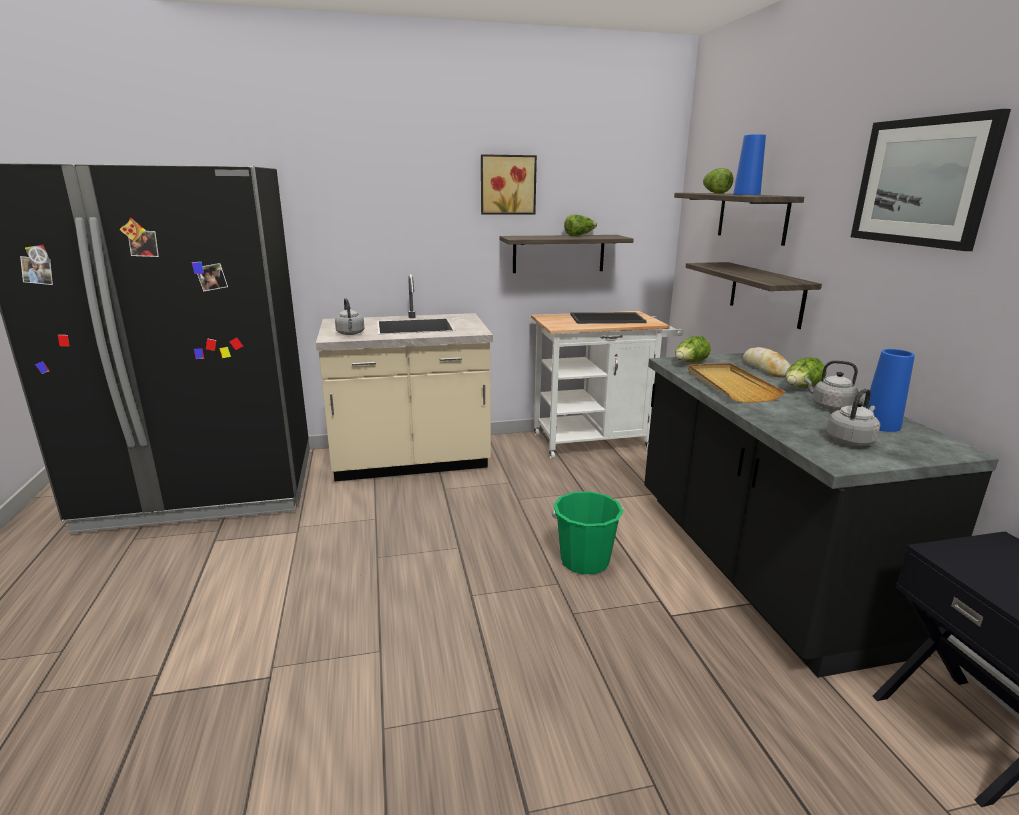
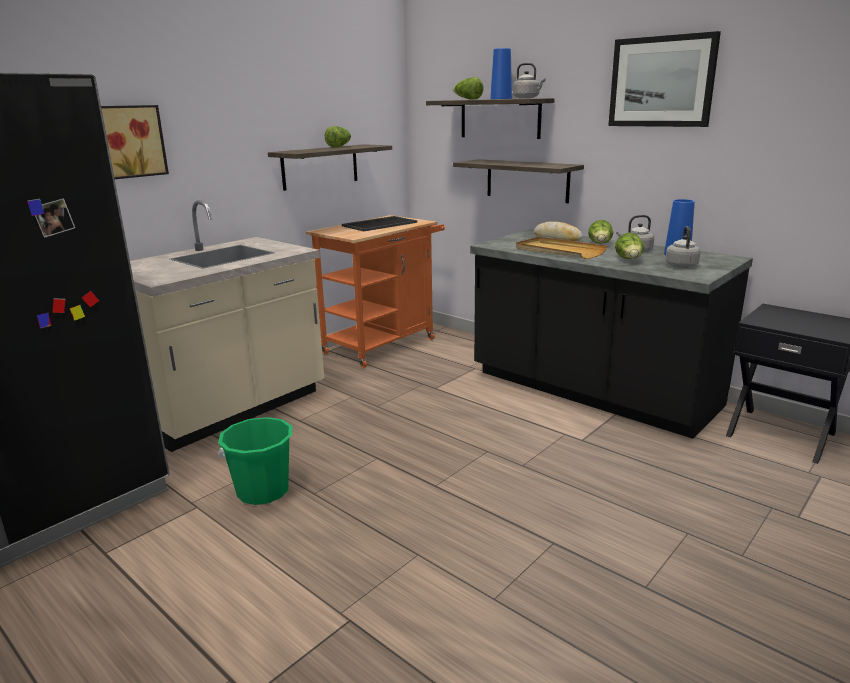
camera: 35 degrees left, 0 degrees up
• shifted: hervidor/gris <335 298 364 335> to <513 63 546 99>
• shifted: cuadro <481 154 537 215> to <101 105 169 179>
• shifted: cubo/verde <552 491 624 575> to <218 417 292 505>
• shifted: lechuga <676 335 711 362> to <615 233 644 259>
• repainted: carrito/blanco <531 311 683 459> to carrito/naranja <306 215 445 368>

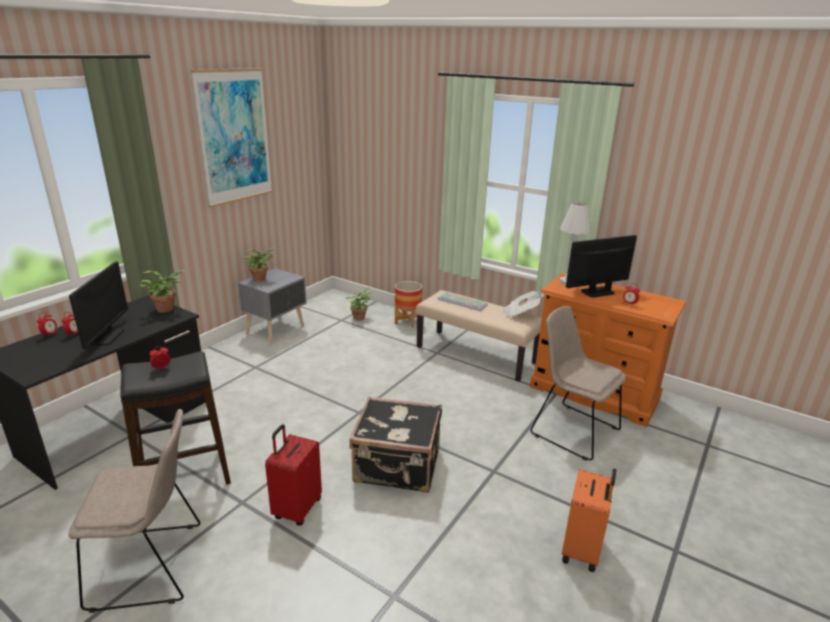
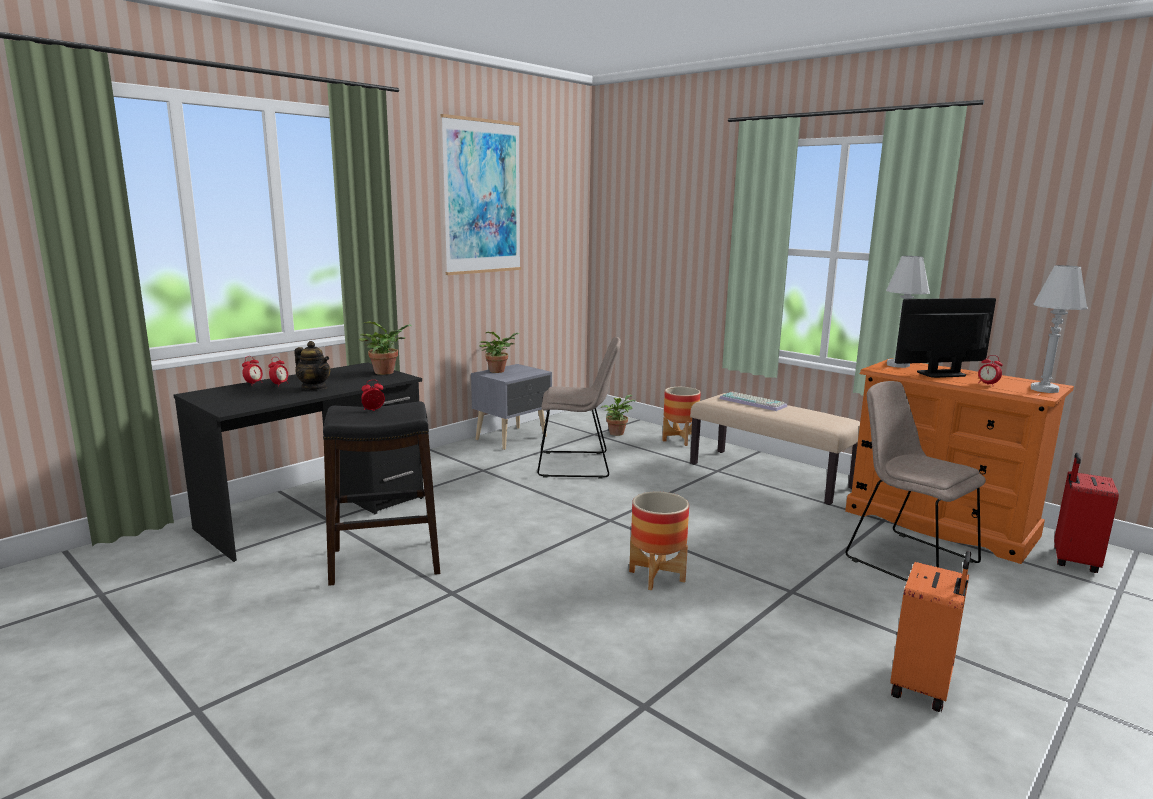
camera: 10 degrees right, 10 degrees down
• gone: periódico <500 291 543 317>
• new: lámpara de mesa/blanco <1031 265 1088 393>
• shifted: silla/beis <68 409 200 613> to <537 337 621 479>
• shifted: maleta/rojo <265 424 322 526> to <1054 453 1119 573>
• swapped: monitor <69 262 128 349> to tetera <294 341 330 390>
• swapped: maleta/negro <349 397 442 493> to maceta <629 492 689 590>

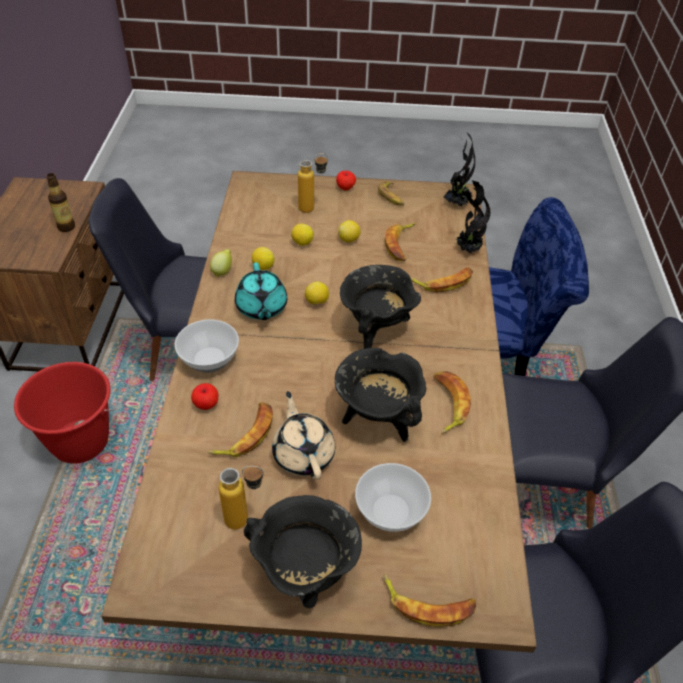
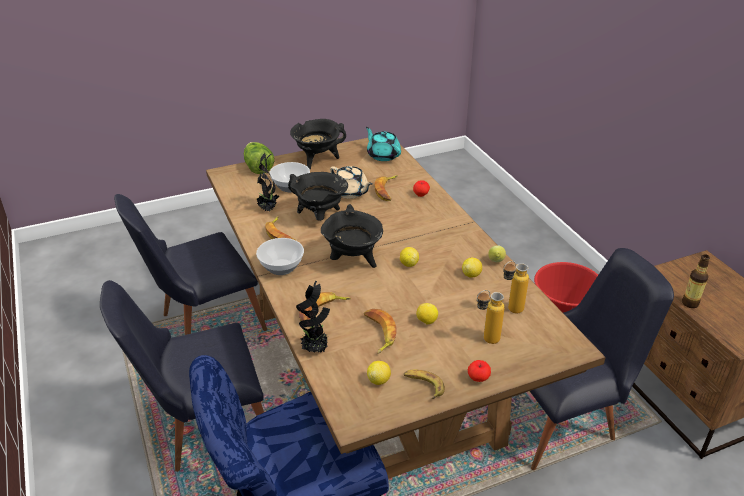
camera: 155 degrees right, 10 degrees down
• shifted: cuenco <175 319 239 373> to <256 238 304 275>
• shifted: botella <219 465 264 529> to <503 261 529 313>
• shifted: tetera/turquesa <235 263 287 320> to <366 127 401 161>
• shifted: limón <291 224 314 246> to <367 361 391 385>
• shifted: planta en maceta <443 133 475 206> to <257 153 280 211>
• swapped: plátano <384 574 476 627> to lechuga <244 142 274 174>

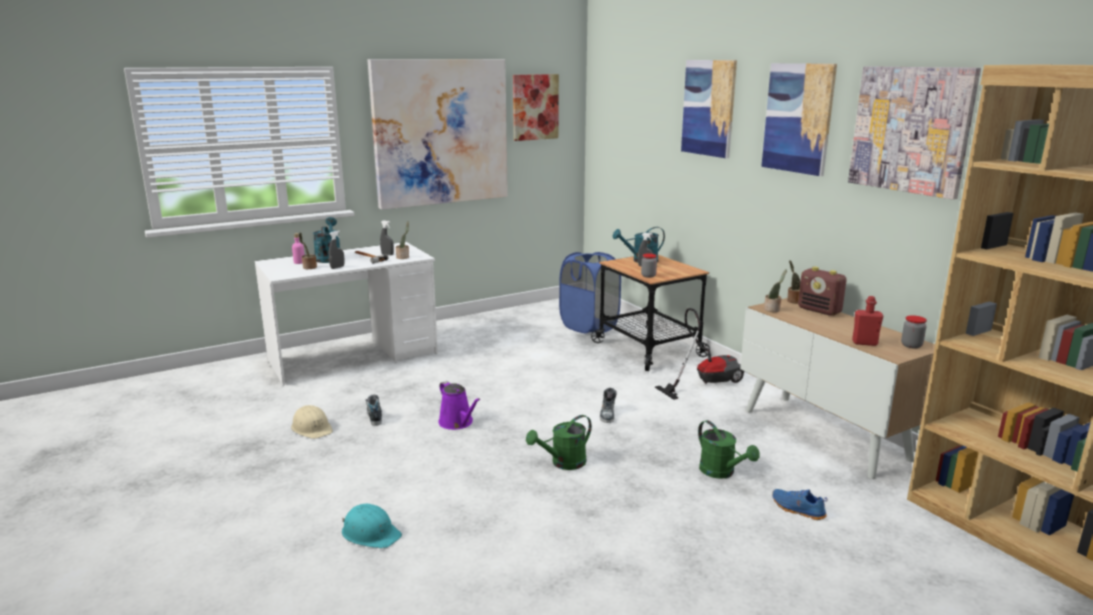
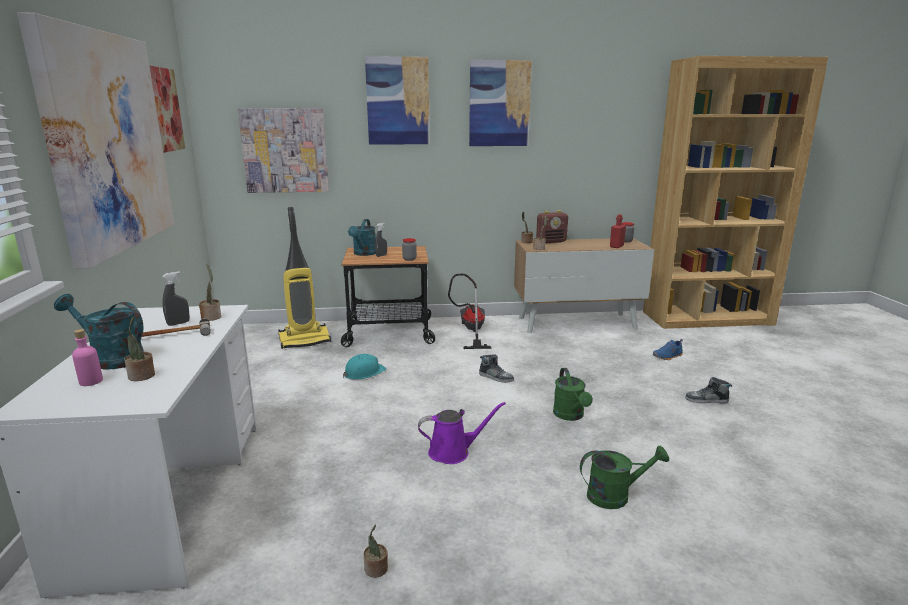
camera: 65 degrees left, 0 degrees up
• gone: pulverizador/gris <329 231 344 269>
• shifted: casco/turquesa <342 504 402 549> to <343 354 386 380>
• shifted: zapato <365 394 382 426> to <685 377 732 404>
• shifted: regadera/verde <698 420 760 479> to <580 445 669 509>
• shifted: cuadro <848 66 981 199> to <238 108 329 193>
• swapped: casco/beis <291 405 333 439> to planta en maceta <364 524 388 578>
• swapped: cesto de la ropa/azul <559 252 621 333> to aspiradora <278 207 331 349>

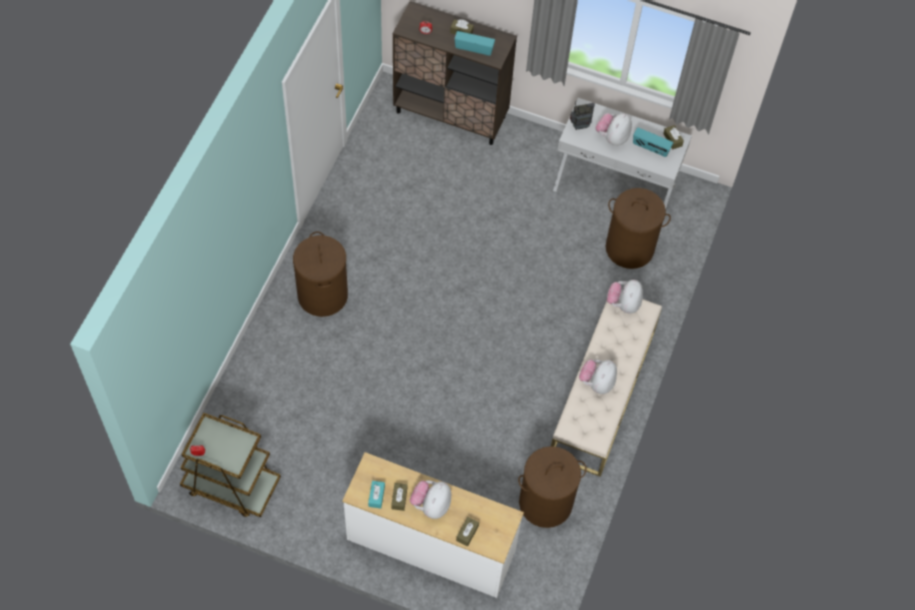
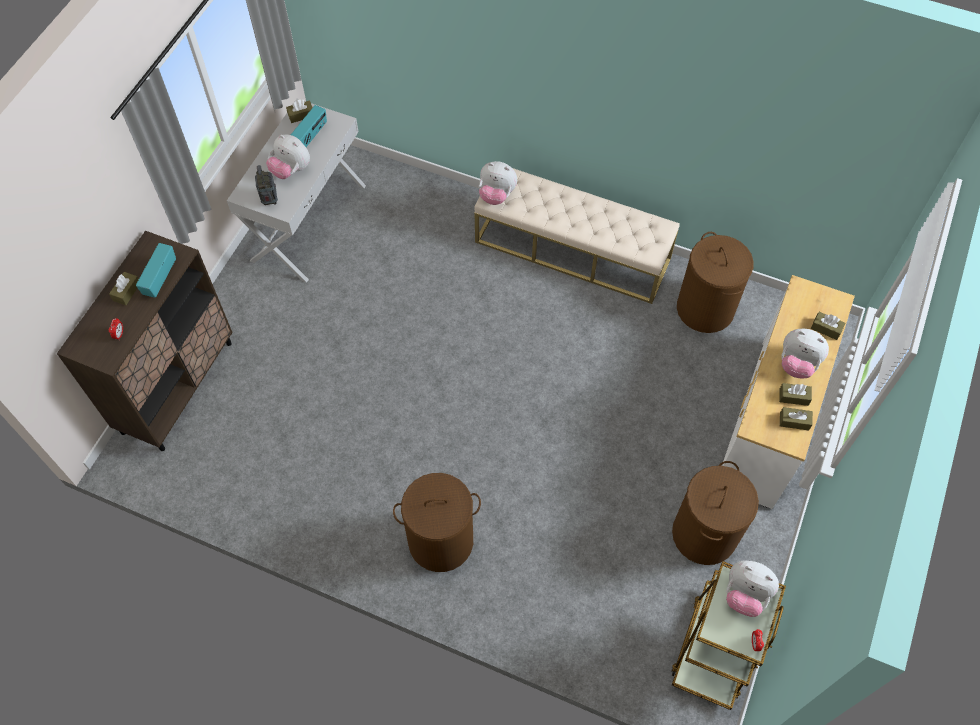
camera: 85 degrees left, 0 degrees up
• shifted: peluche <579 359 617 394> to <726 560 779 617>
• shifted: cesto de la ropa/marrón <606 188 671 269> to <672 461 759 565>
• repainted: caja de pañuelos/turquesa <368 481 385 508> to caja de pañuelos/marrón <780 407 813 430>

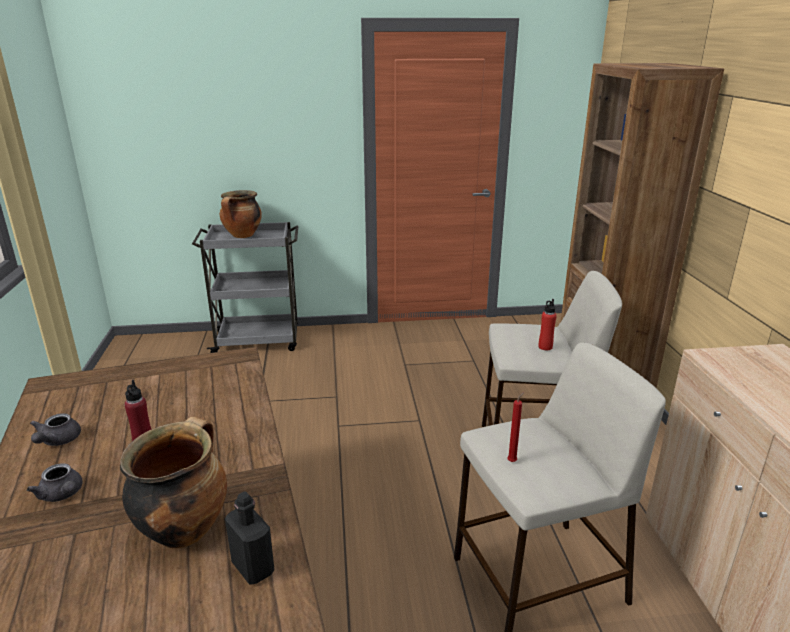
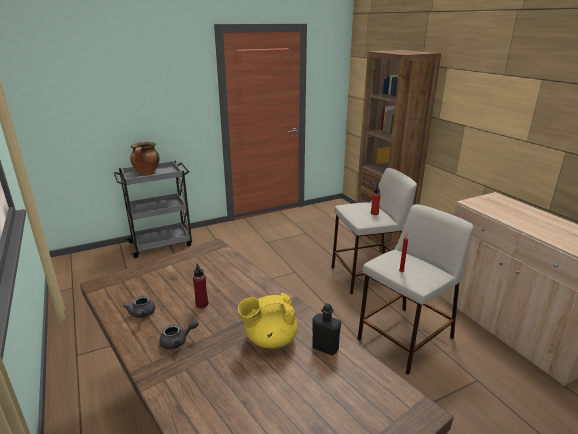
camera: 20 degrees left, 0 degrees up
• swapped: olla <120 417 227 548> to tetera/amarillo <238 293 298 349>
• rotated: tetera/gris <27 463 83 502> = <159 319 199 349> 45 degrees counterclockwise

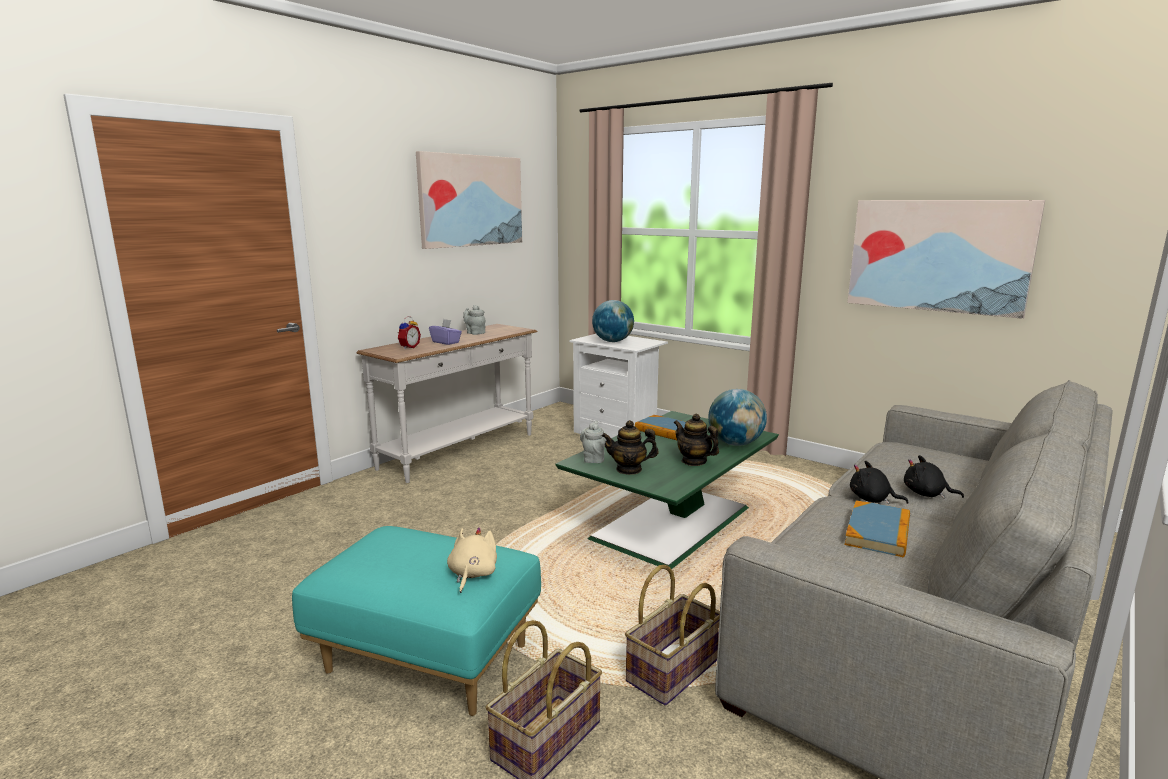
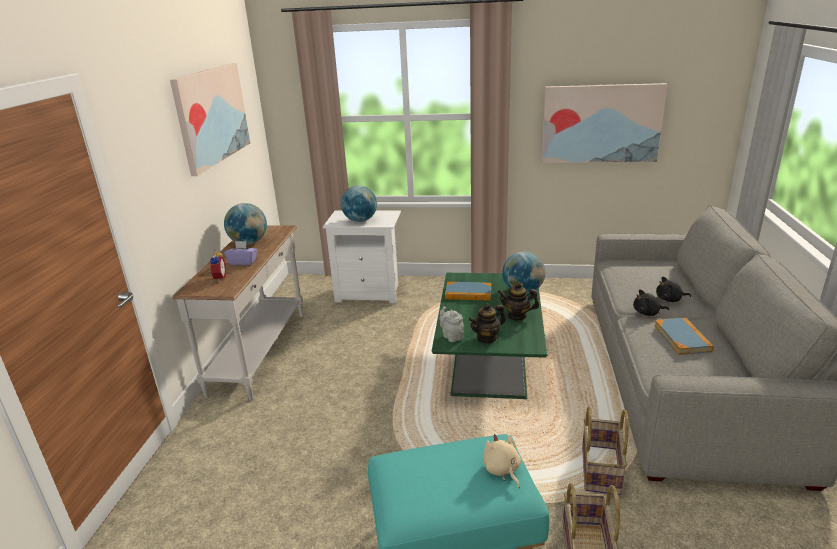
camera: 30 degrees left, 10 degrees up
• swapped: tetera/gris <463 305 486 335> to globo terráqueo <224 203 267 245>

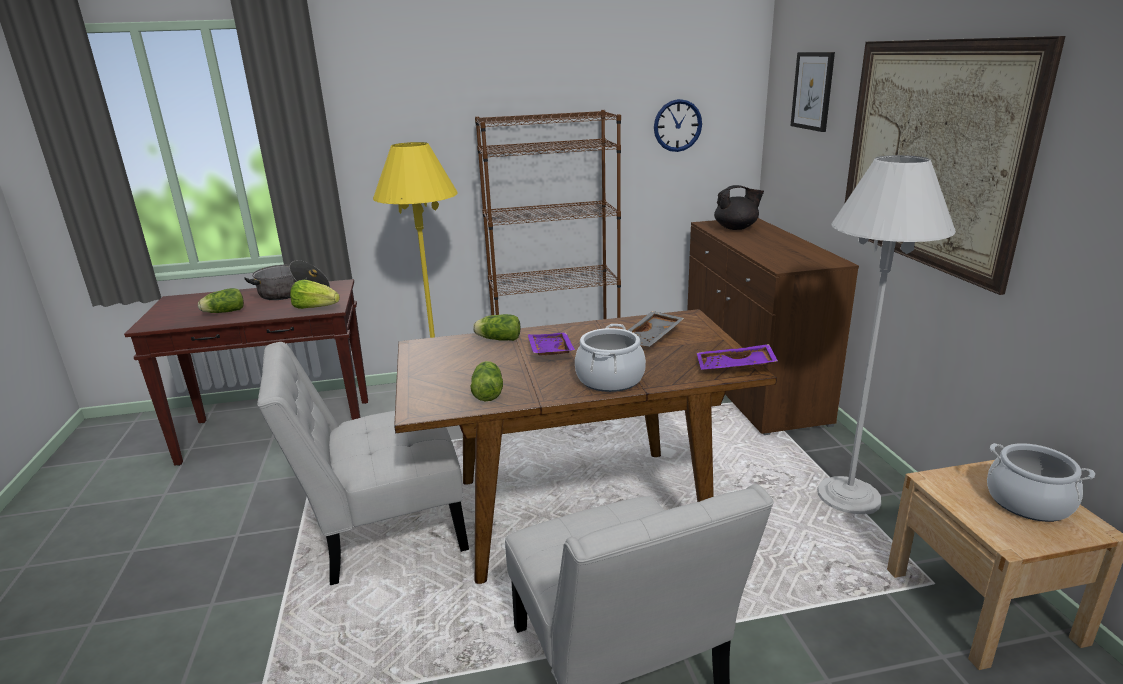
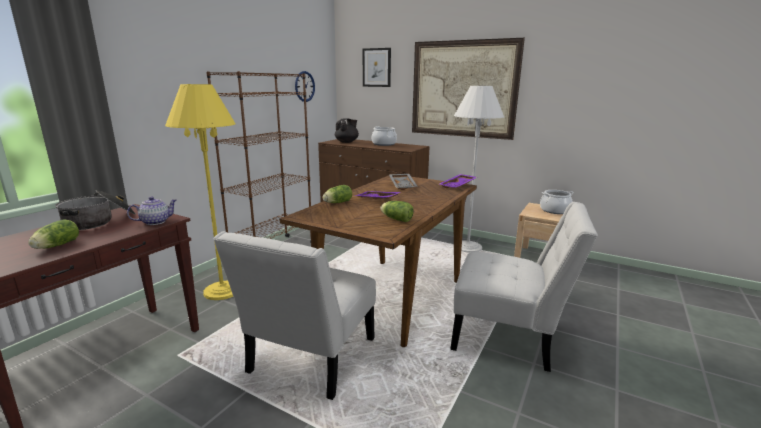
camera: 50 degrees left, 5 degrees down
• shifted: olla <575 324 646 392> to <372 126 397 146>
• swapped: lechuga <290 280 340 309> to tetera <127 196 177 225>

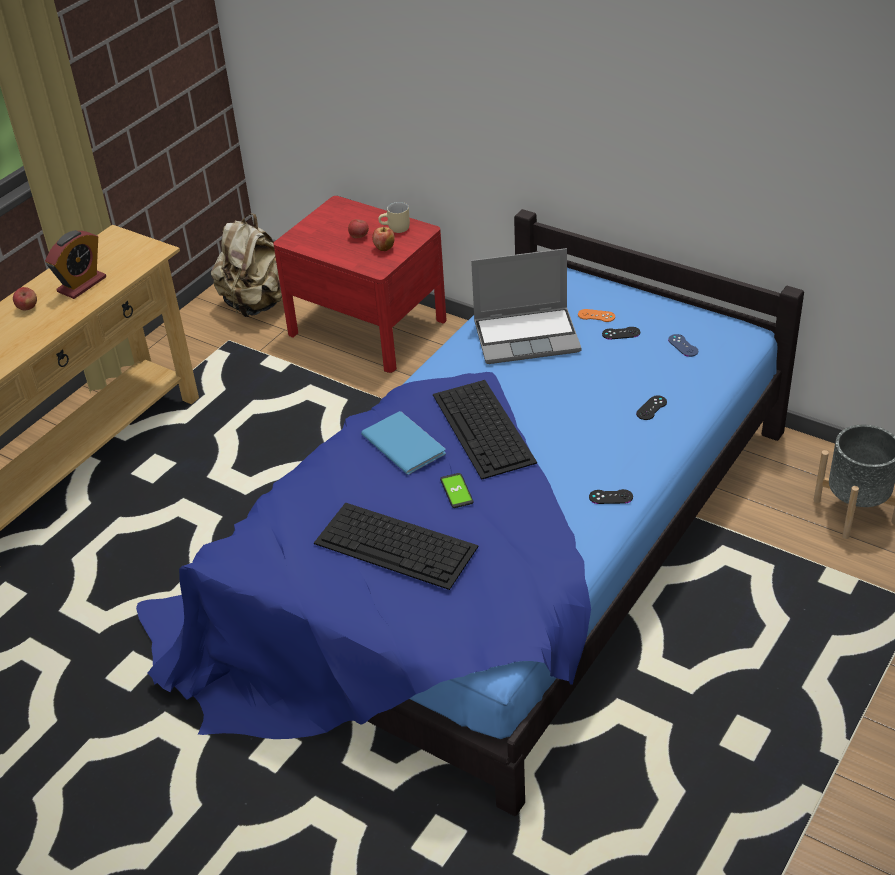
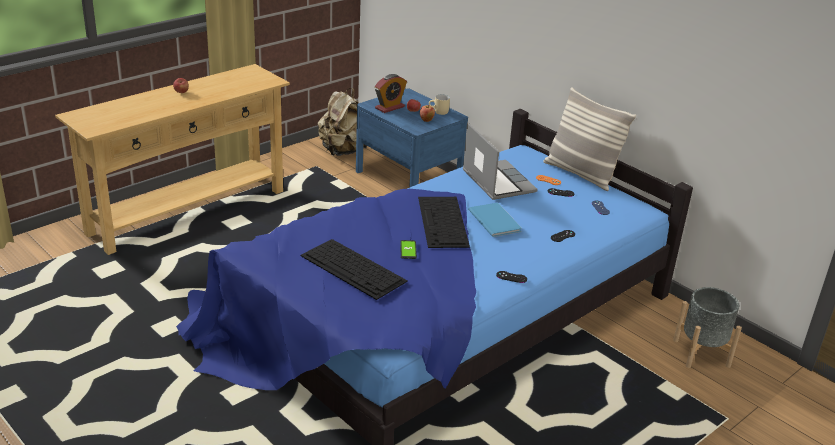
camera: 10 degrees right, 10 degrees down
• new: cojín <543 87 636 191>
• shifted: despertador <45 230 106 299> to <375 74 407 113>
• shifted: libro/azul <361 411 446 475> to <468 203 522 237>
• repainted: mesita de noche/rojo <273 196 446 373> to mesita de noche/azul <356 88 468 188>
• rotated: portátil <471 248 581 364> = <463 123 538 200> 120 degrees counterclockwise

